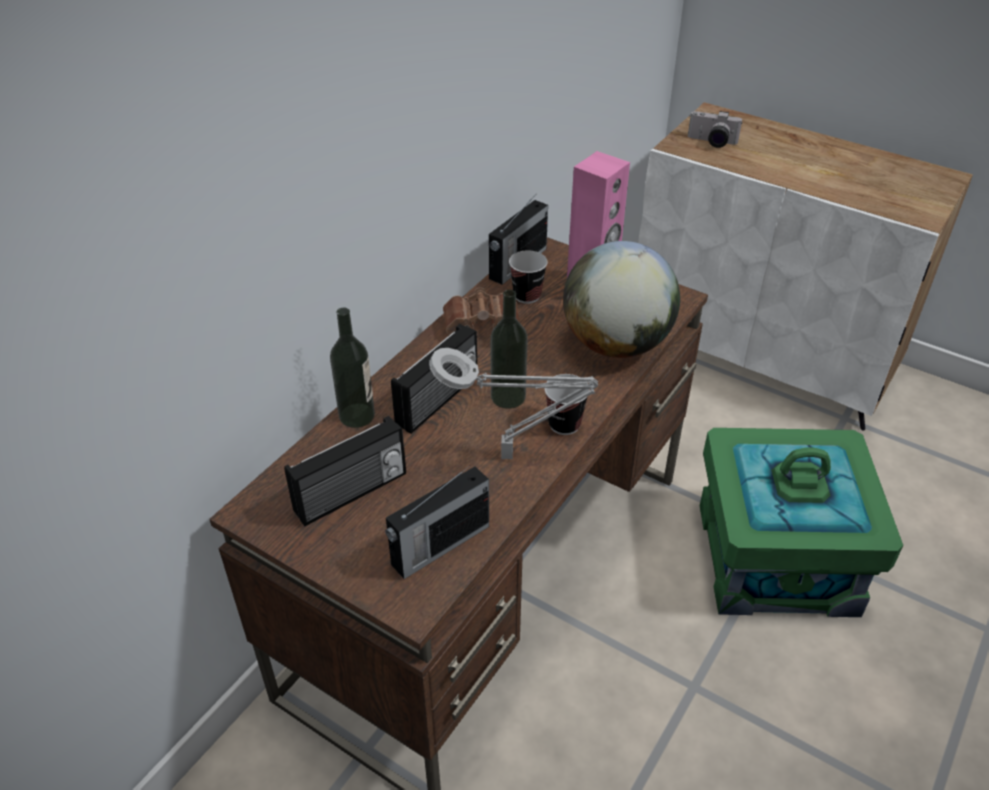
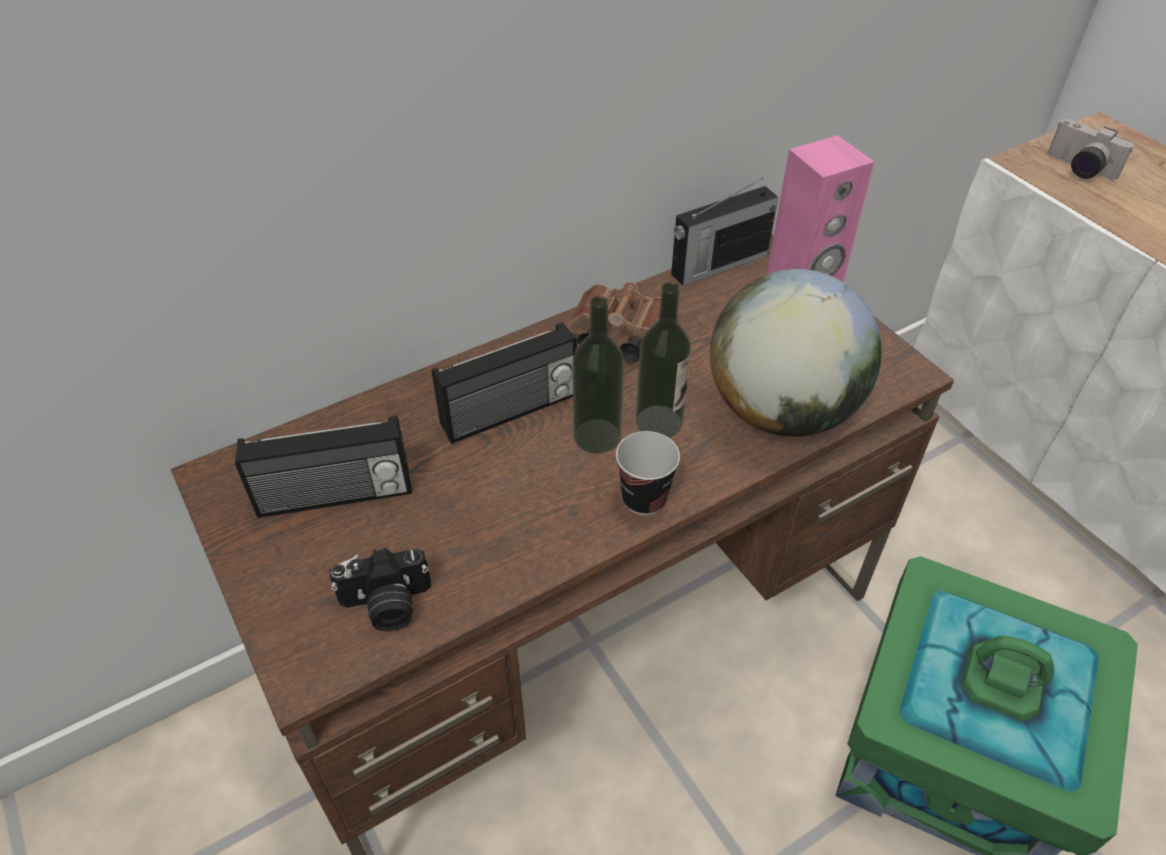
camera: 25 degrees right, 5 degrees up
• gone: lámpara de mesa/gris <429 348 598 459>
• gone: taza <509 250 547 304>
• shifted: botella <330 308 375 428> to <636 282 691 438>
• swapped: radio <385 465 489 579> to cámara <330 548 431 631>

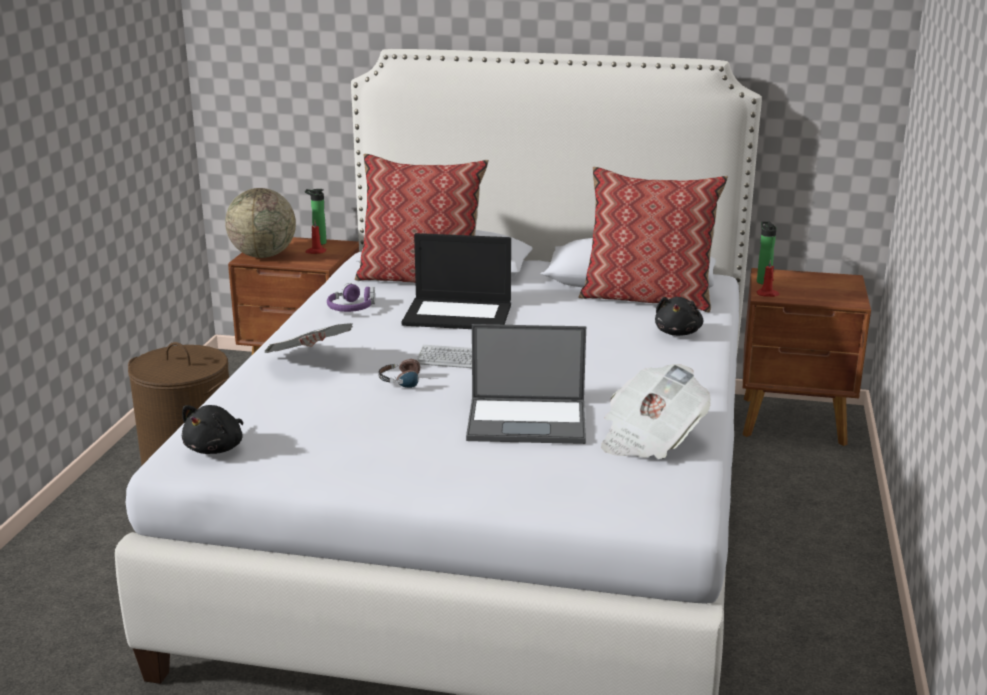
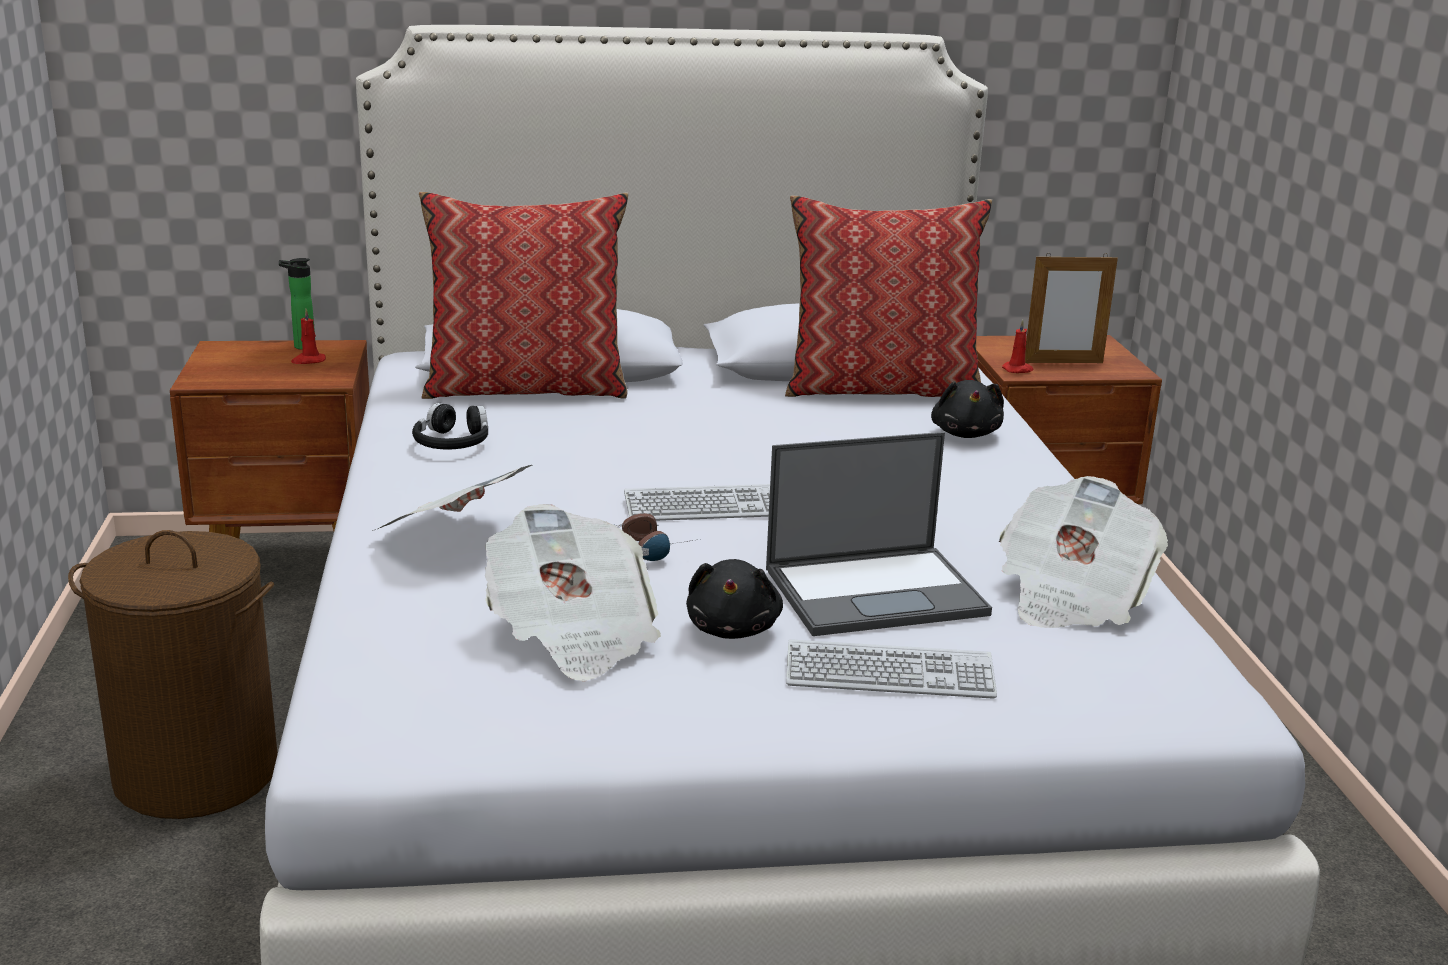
camera: 20 degrees left, 0 degrees up
• gone: globo terráqueo <225 188 296 258>
• gone: portátil <401 233 511 329>
• gone: botella <757 221 776 284>
• new: periódico <485 504 661 682>
• new: teclado <786 639 997 699>
• new: portarretratos <1025 253 1118 363>
• shifted: peluche/negro <182 405 243 454> to <686 559 783 639>
• repainted: auriculares/morado <327 283 375 312> to auriculares/negro <412 403 488 450>

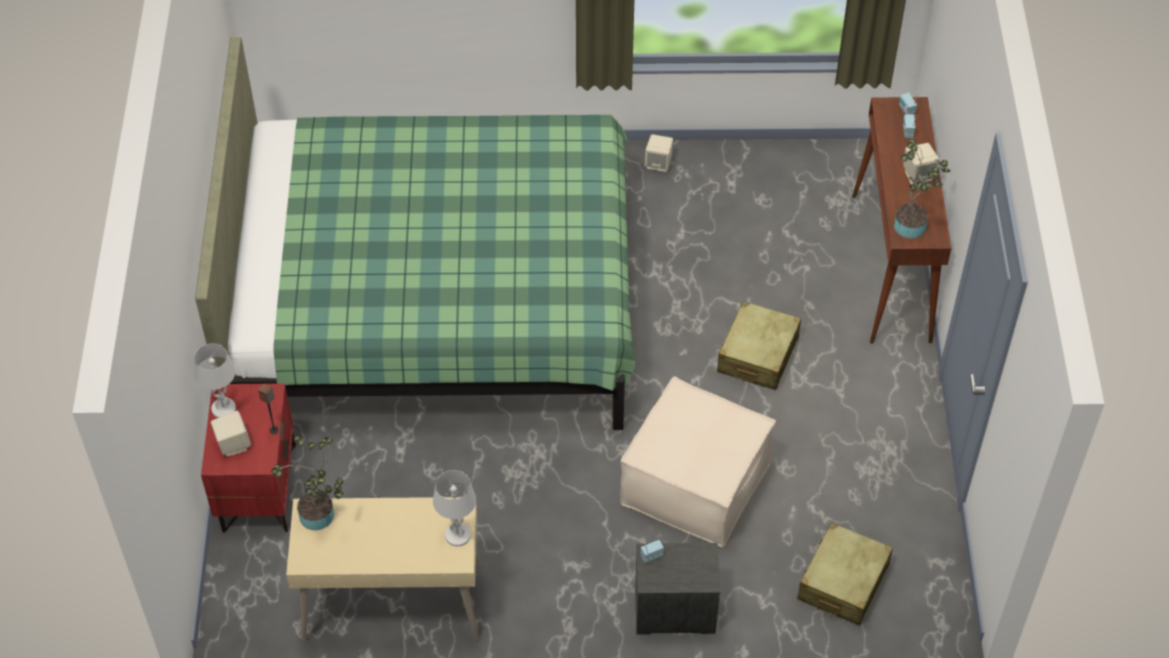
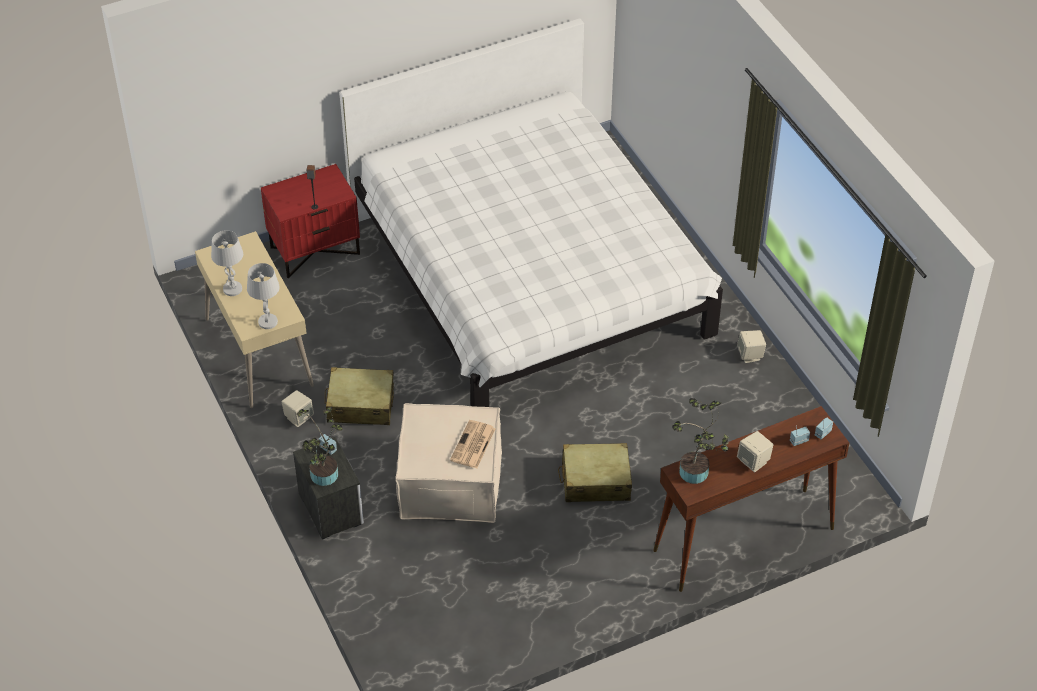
camera: 65 degrees right, 5 degrees down
• new: periódico <450 420 495 468>
• shifted: lámpara de mesa/blanco <194 343 236 418> to <211 230 243 296>
• shifted: altavoz/beis <211 411 251 457> to <282 390 314 427>
• shifted: planta en maceta <271 435 344 530> to <297 407 342 486>
• shifted: maleta/beis <797 522 893 626> to <325 367 394 425>
• repainted: cama/verde <195 37 635 430> to cama/blanco <339 18 723 407>

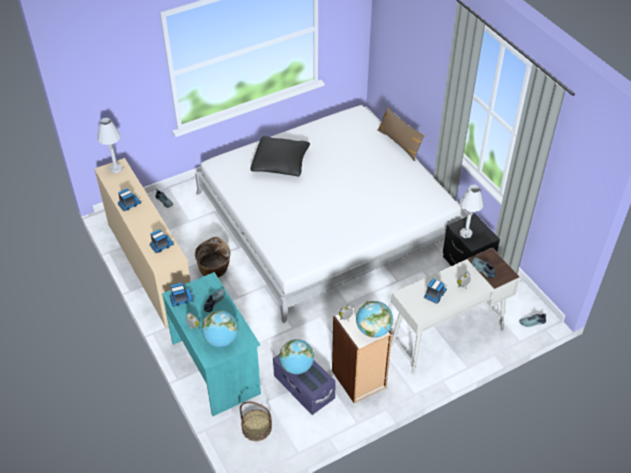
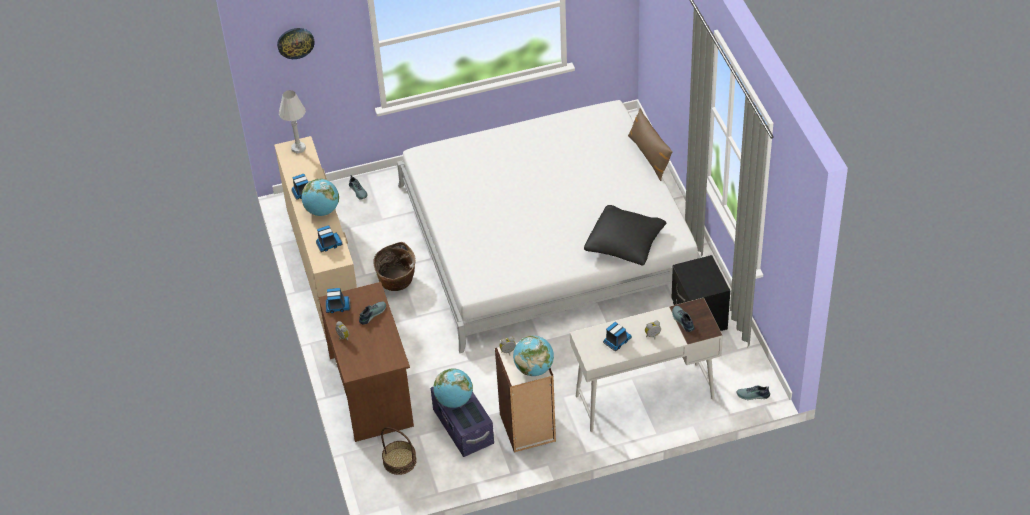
camera: 15 degrees right, 0 degrees up
• gone: lámpara de mesa/blanco <460 185 484 238>
• new: reloj de pared <277 28 315 59>
• shifted: globo terráqueo <202 310 239 347> to <301 179 339 216>
• shifted: cojín/negro <250 136 310 177> to <584 205 666 266>
• repainted: escritorio/turquesa <162 272 261 416> to escritorio/marrón <318 282 414 442>

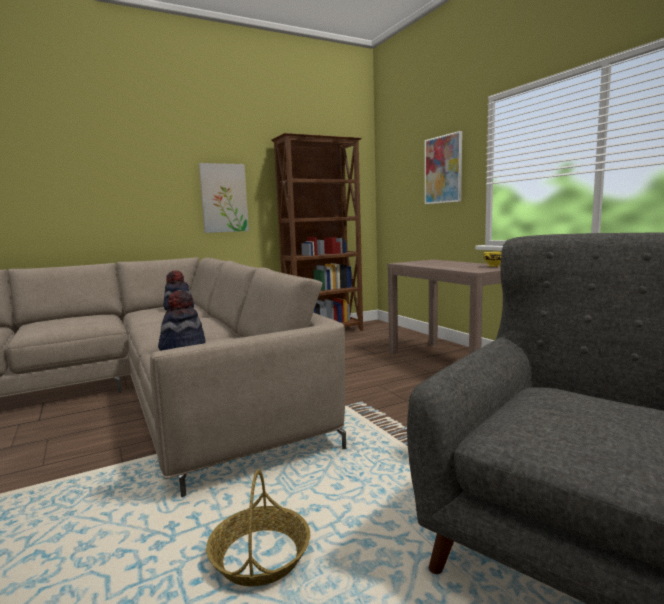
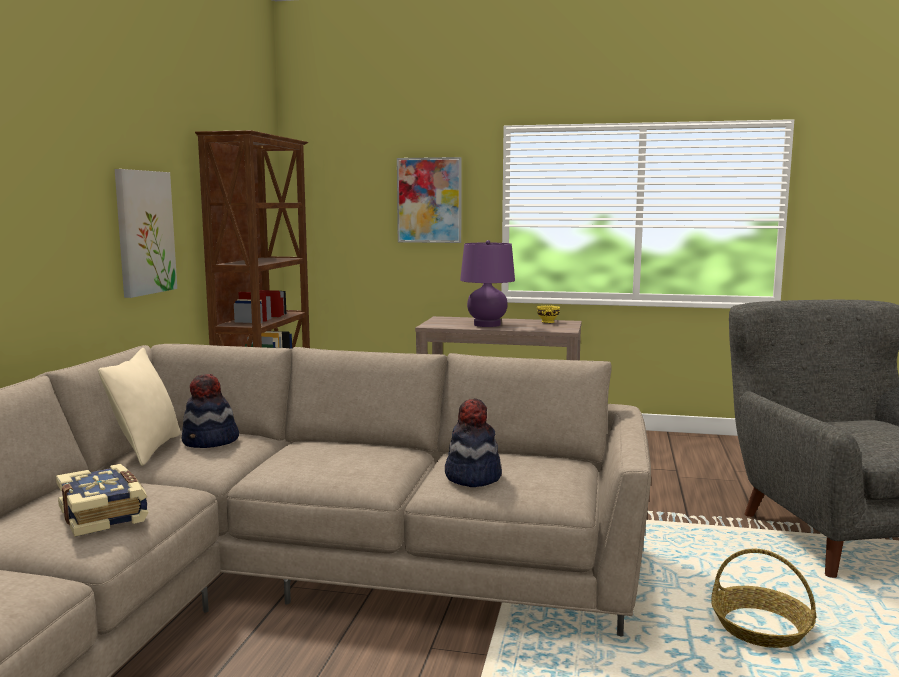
camera: 50 degrees left, 0 degrees up
• new: libro <56 464 148 537>
• new: cojín/beis <98 348 181 466>
• new: lámpara de mesa/morado <460 240 515 327>

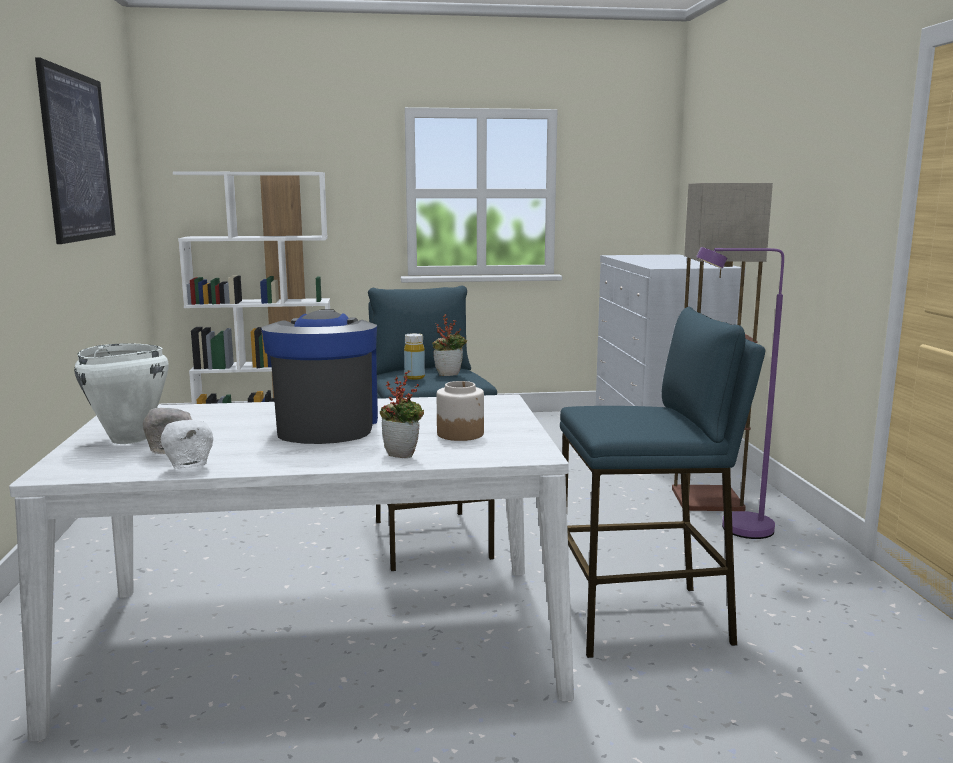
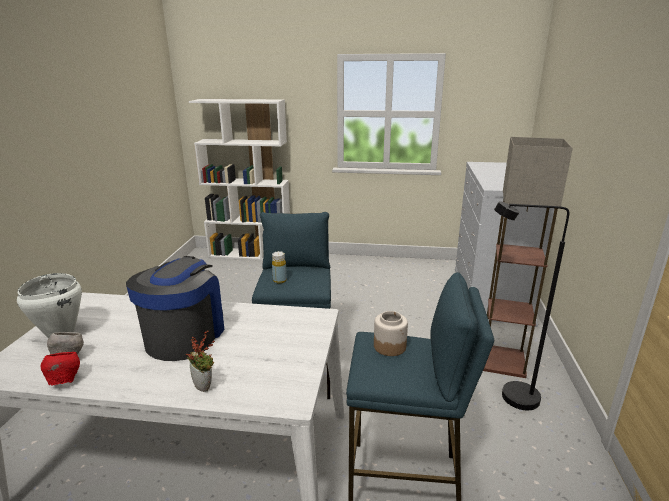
camera: 15 degrees right, 10 degrees up
• gone: cuadro <35 57 116 244>
• gone: planta en maceta <432 314 467 376>
• shifted: tarro <437 381 484 441> to <374 311 408 356>
• repainted: cuenco/blanco <161 420 213 470> to cuenco/rojo <40 352 80 385>
• repainted: lámpara de pie/morado <696 247 784 539> to lámpara de pie/negro <494 201 569 410>

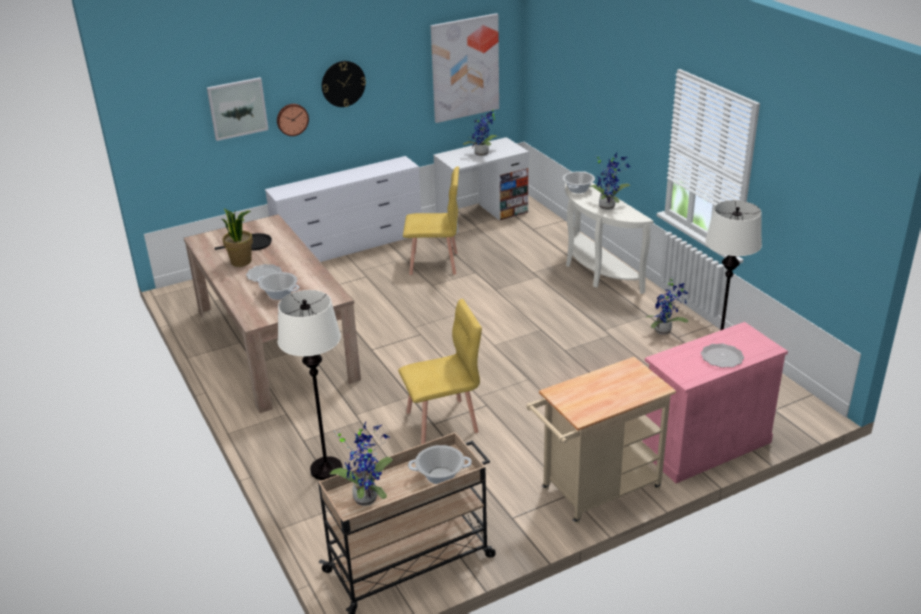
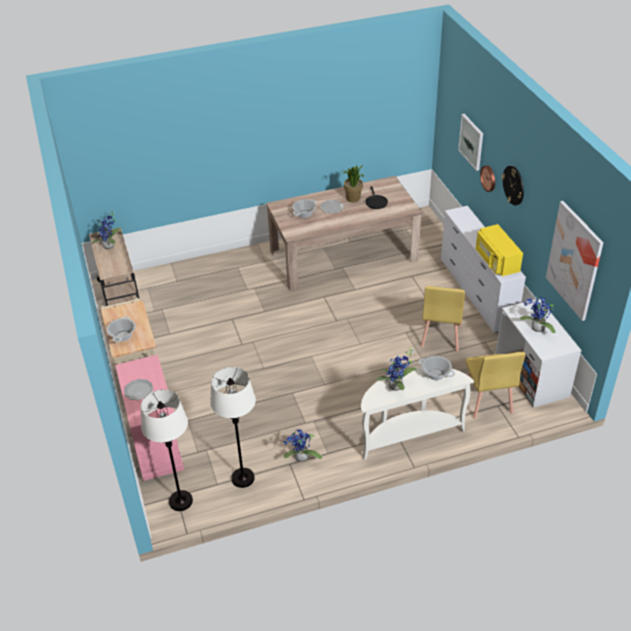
camera: 100 degrees right, 10 degrees up
• new: microondas/amarillo <476 224 523 276>
• shifted: lámpara de pie/blanco <278 290 343 480> to <141 390 193 511>
• shifted: silla/amarillo <398 299 482 444> to <463 352 525 419>
• shifted: olla <408 445 472 484> to <107 316 136 342>

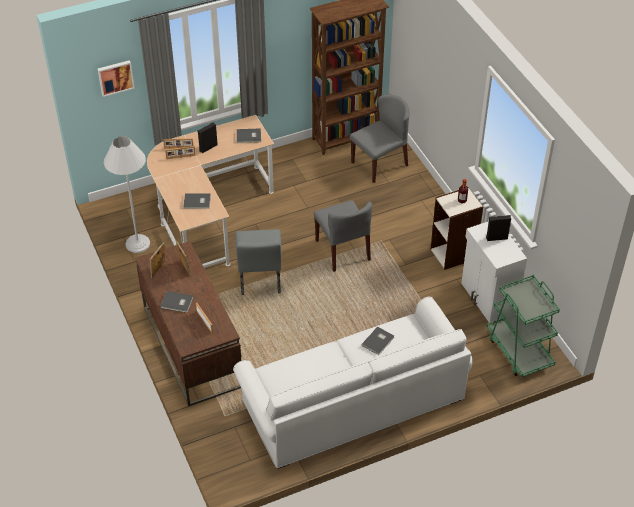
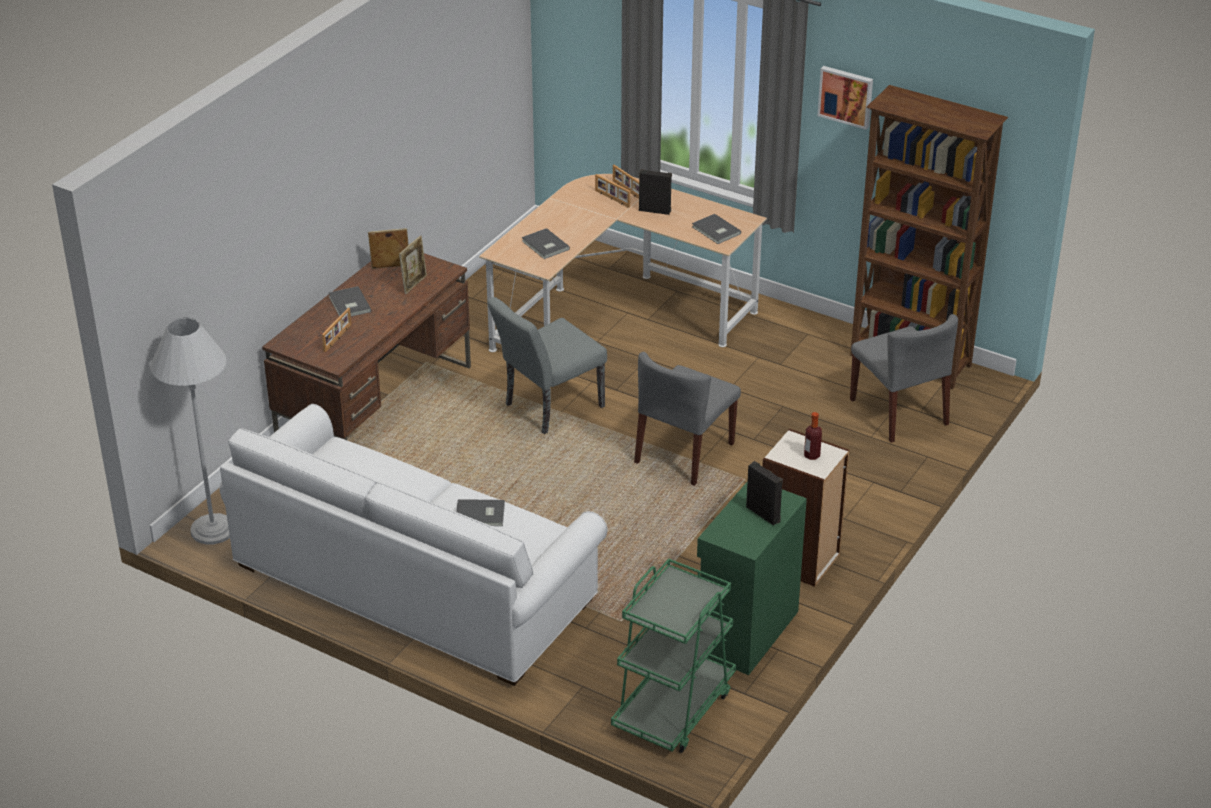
camera: 55 degrees right, 10 degrees down
• shifted: cuadro <98 60 135 97> to <817 66 873 130>
• shifted: lámpara de pie/blanco <104 136 150 253> to <150 317 230 544>
• repainted: armario/blanco <461 221 527 323> to armario/verde <697 482 807 675>
• rotated: silla/gris <350 95 410 183> = <850 314 958 443> 45 degrees clockwise

